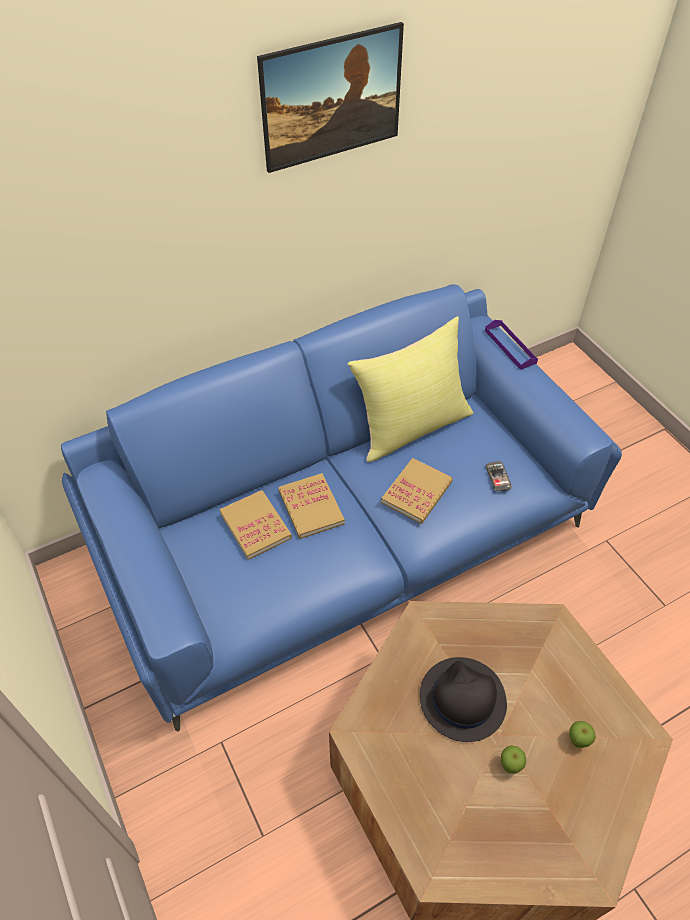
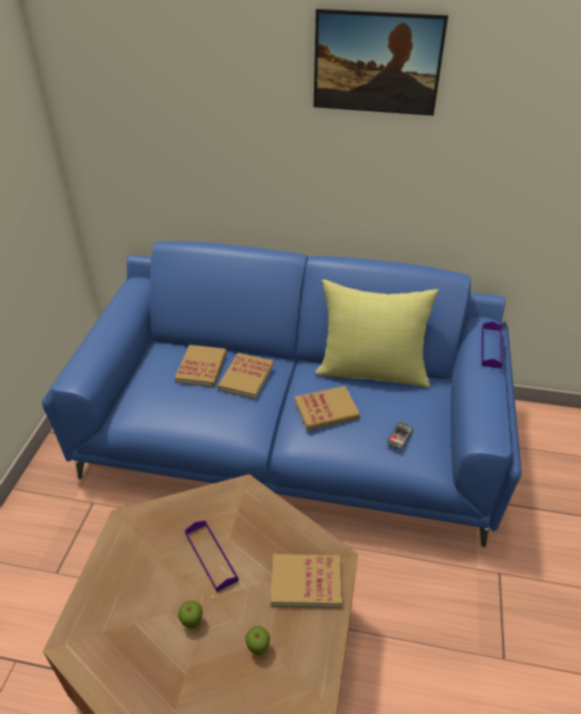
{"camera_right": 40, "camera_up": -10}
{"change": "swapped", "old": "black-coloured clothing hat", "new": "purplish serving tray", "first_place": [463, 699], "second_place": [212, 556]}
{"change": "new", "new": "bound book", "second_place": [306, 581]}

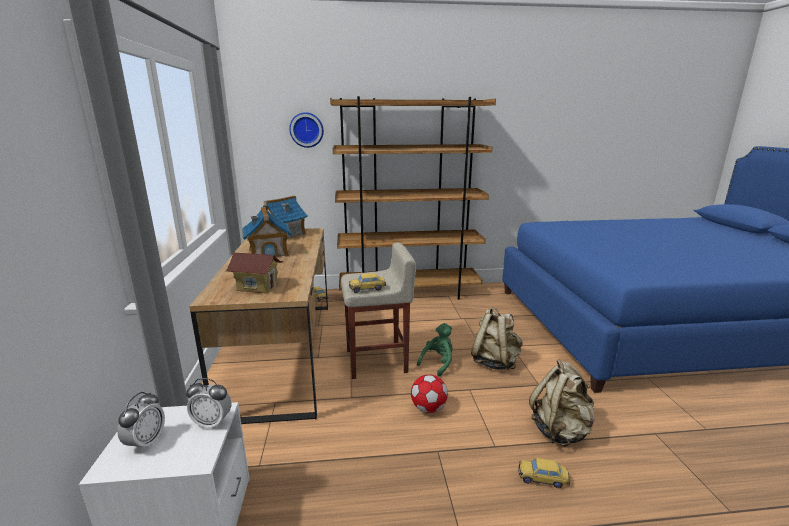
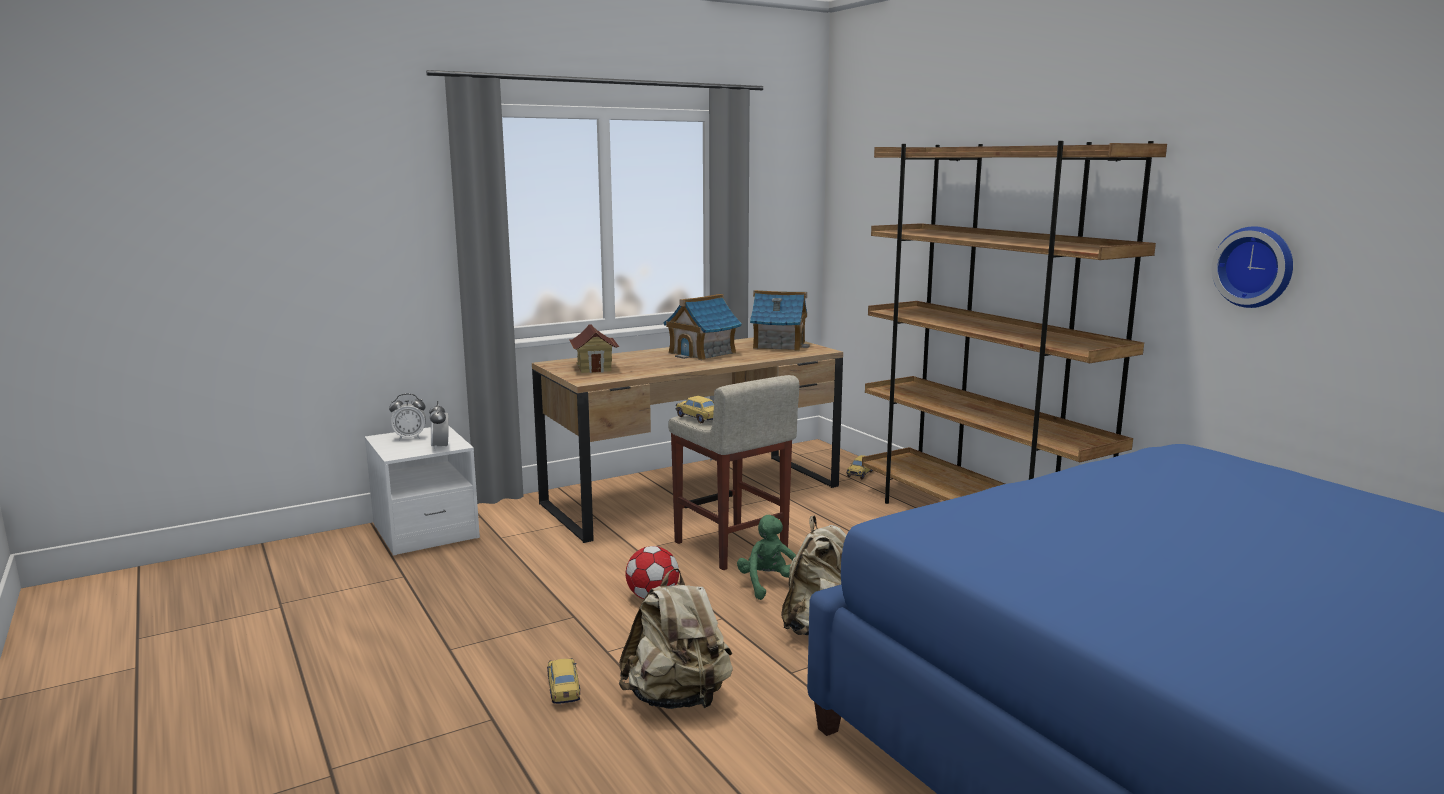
{"camera_right": 65, "camera_up": -5}
{"change": "rotated", "old": "green plush toy", "first_place": [435, 349], "second_place": [766, 557], "degrees": -120}
{"change": "shifted", "old": "hanging clock", "first_place": [306, 130], "second_place": [1252, 267]}

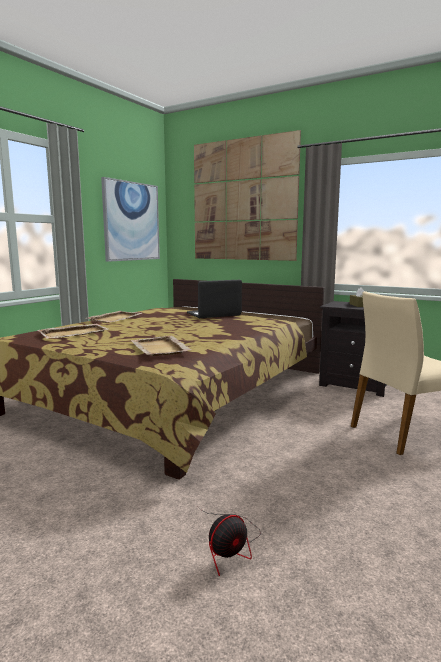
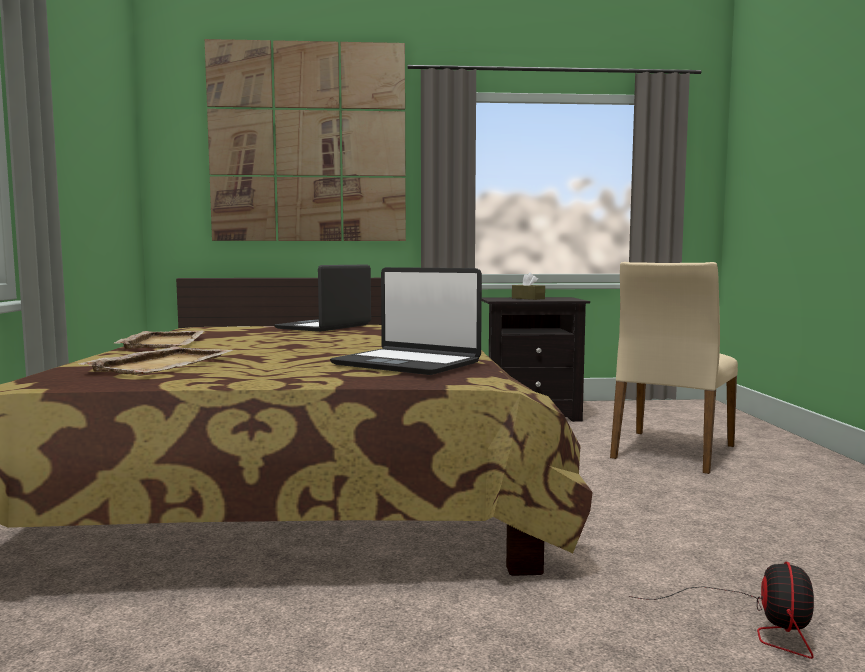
{"camera_right": -35, "camera_up": -5}
{"change": "swapped", "old": "beige-coloured serving tray", "new": "portable computer", "first_place": [161, 345], "second_place": [406, 321]}
{"change": "gone", "old": "picture", "first_place": [130, 219]}

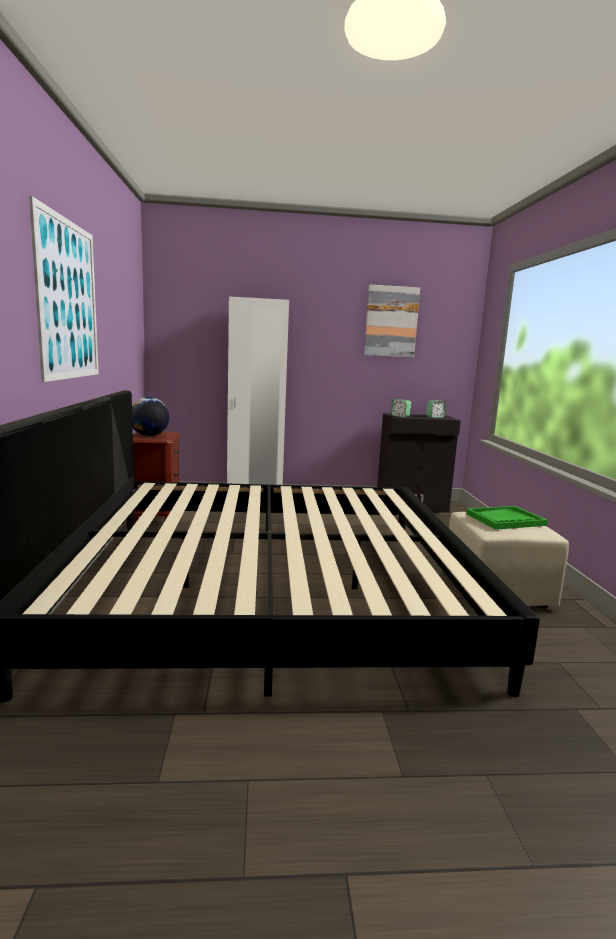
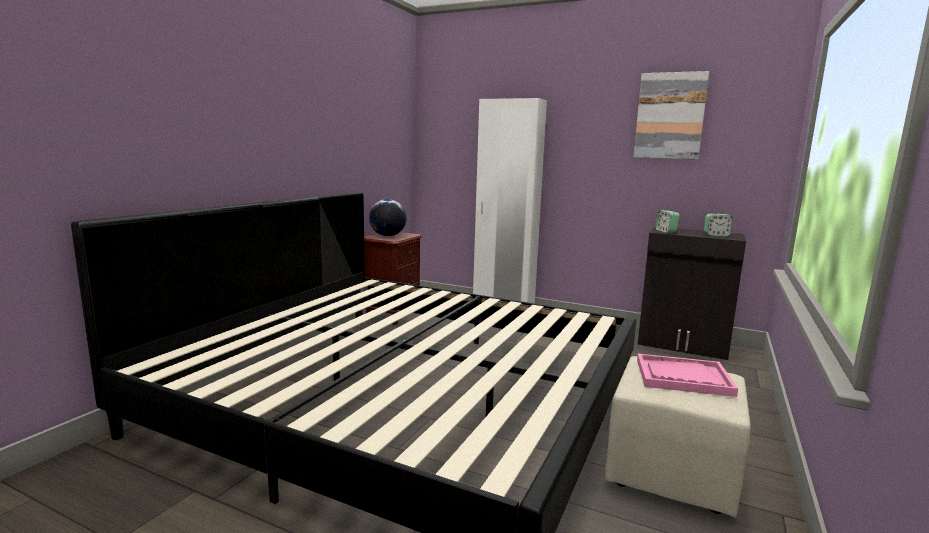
{"camera_right": 30, "camera_up": 0}
{"change": "repainted", "old": "green serving tray", "new": "pink-coloured serving tray", "first_place": [507, 518], "second_place": [687, 375]}
{"change": "gone", "old": "picture", "first_place": [64, 289]}

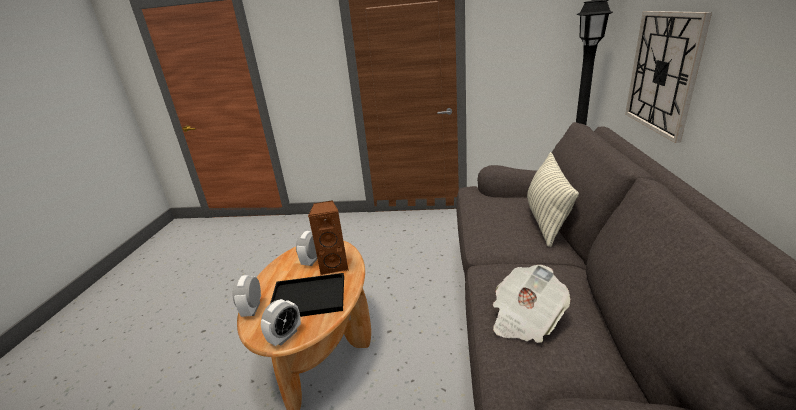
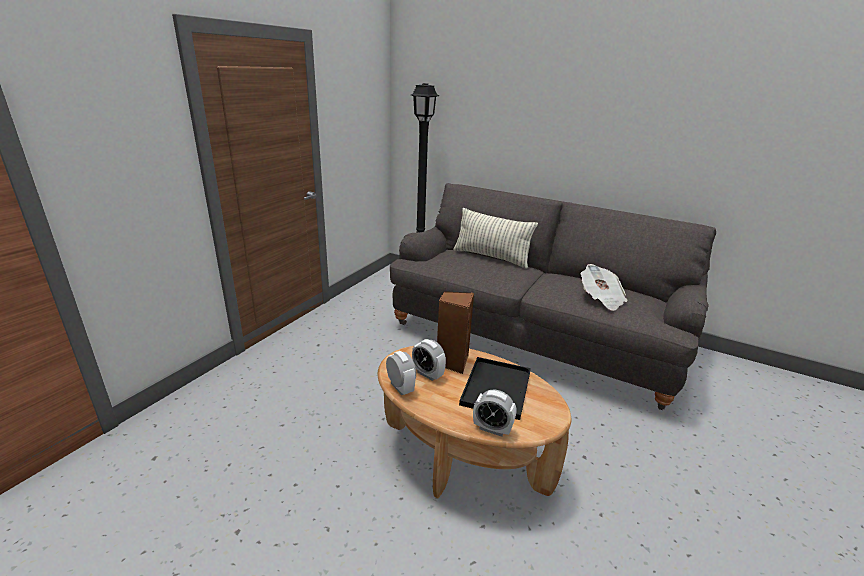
{"camera_right": -70, "camera_up": 0}
{"change": "shifted", "old": "alarm clock", "first_place": [281, 322], "second_place": [401, 373]}
{"change": "gone", "old": "hanging clock", "first_place": [668, 77]}

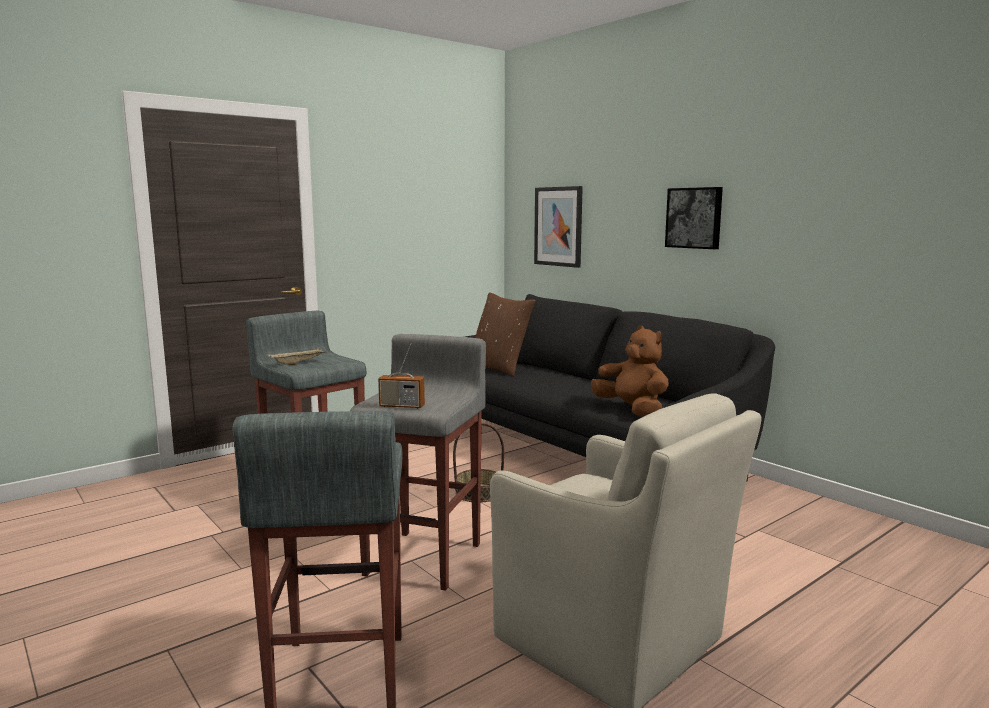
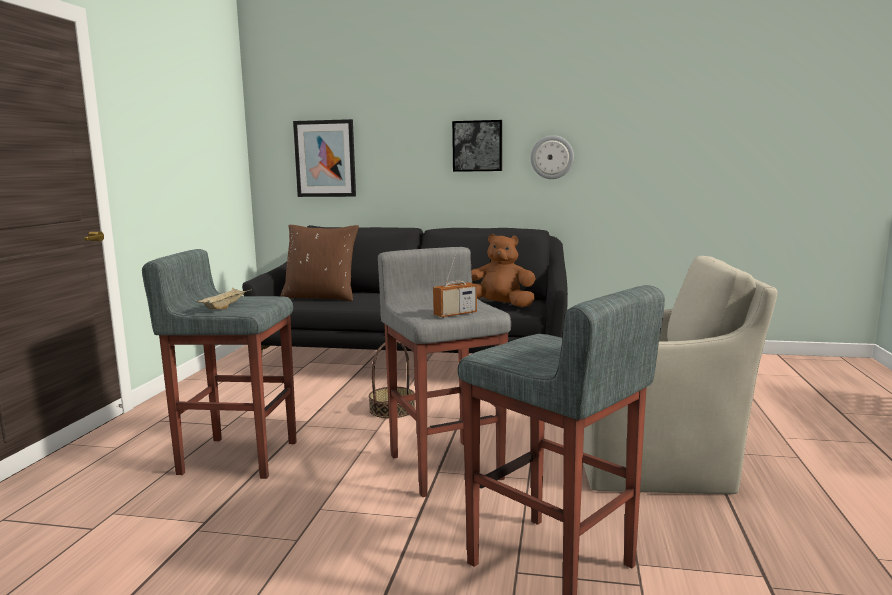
{"camera_right": -40, "camera_up": 0}
{"change": "new", "new": "hanging clock", "second_place": [552, 157]}

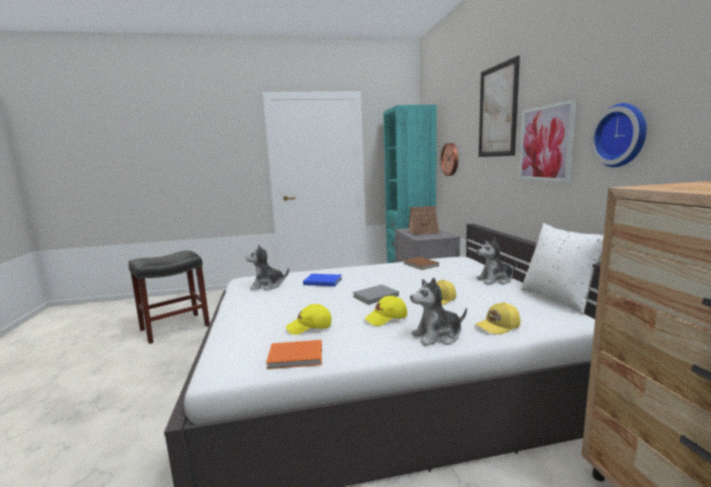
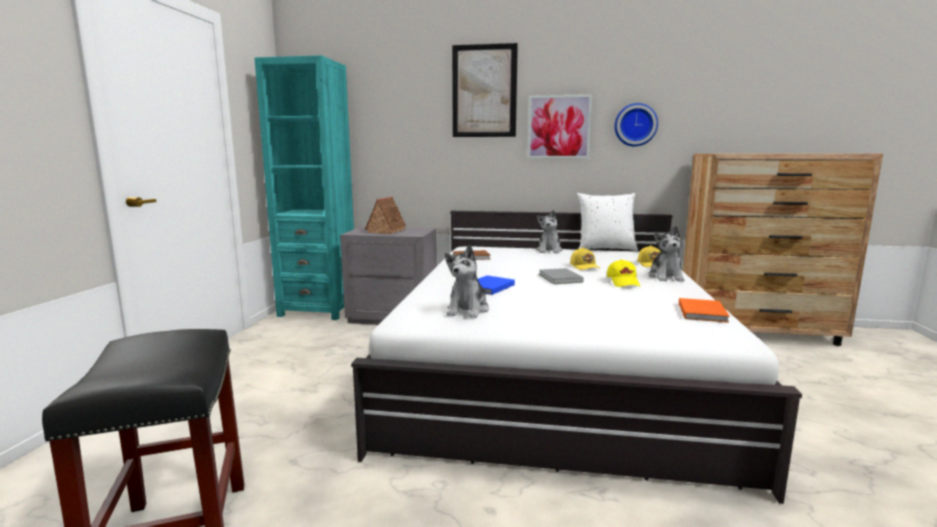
{"camera_right": -70, "camera_up": 0}
{"change": "gone", "old": "yellow-coloured baseball cap", "first_place": [308, 319]}
{"change": "gone", "old": "hanging clock", "first_place": [449, 159]}

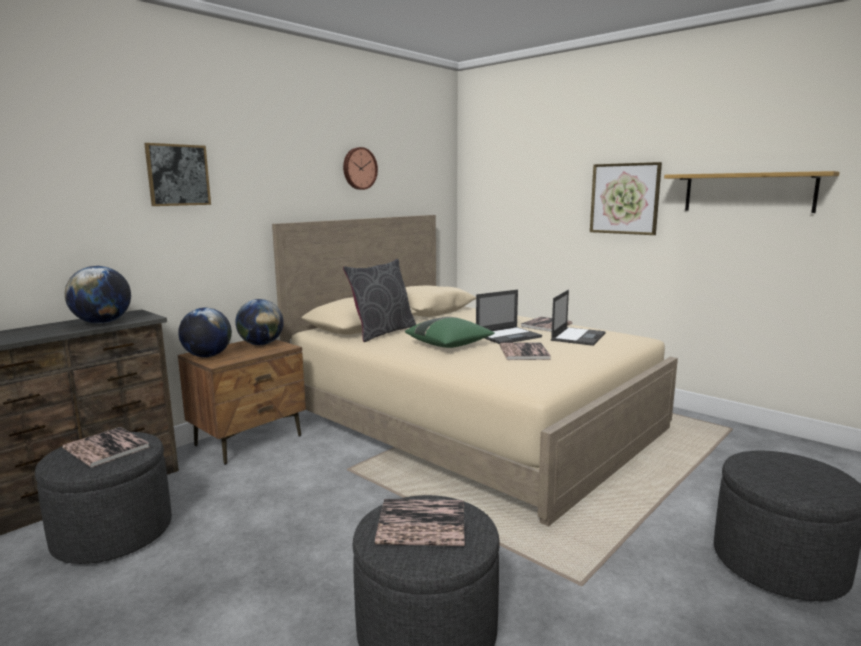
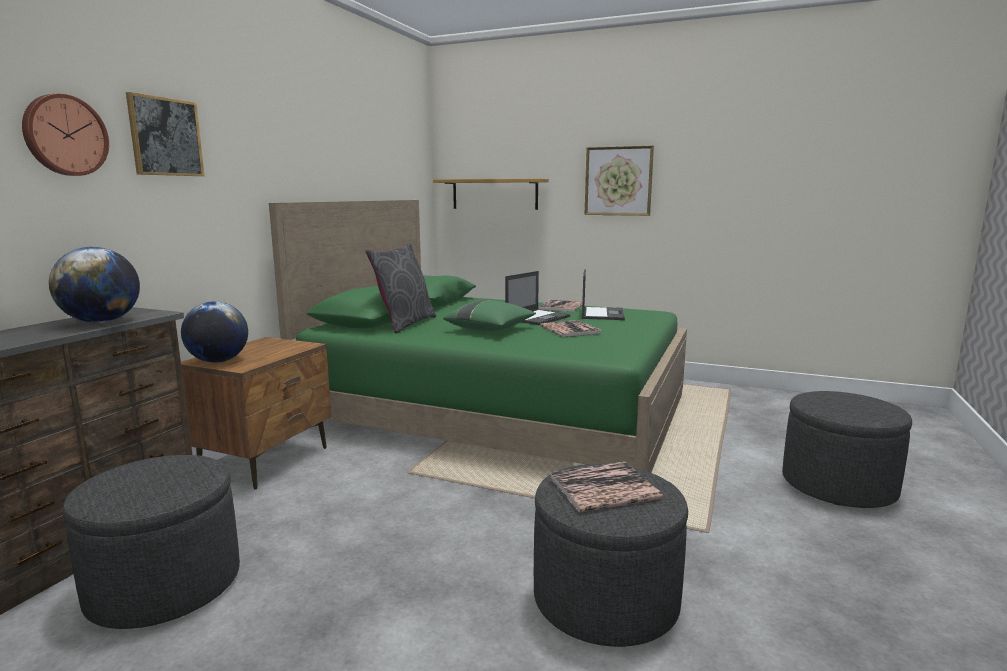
{"camera_right": -20, "camera_up": 0}
{"change": "shifted", "old": "hanging clock", "first_place": [360, 168], "second_place": [65, 135]}
{"change": "repainted", "old": "beige-coloured bed", "new": "green bed", "first_place": [475, 370], "second_place": [478, 336]}
{"change": "shifted", "old": "bracket shelf", "first_place": [751, 192], "second_place": [491, 194]}
{"change": "gone", "old": "bound book", "first_place": [106, 447]}
{"change": "gone", "old": "globe", "first_place": [259, 322]}

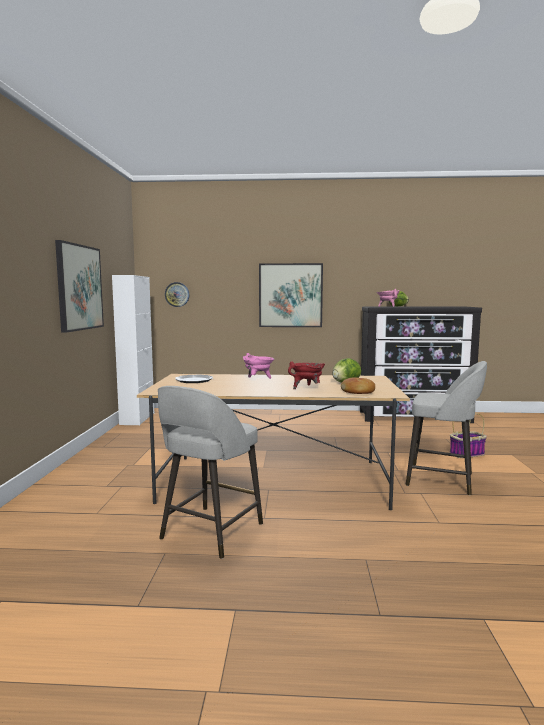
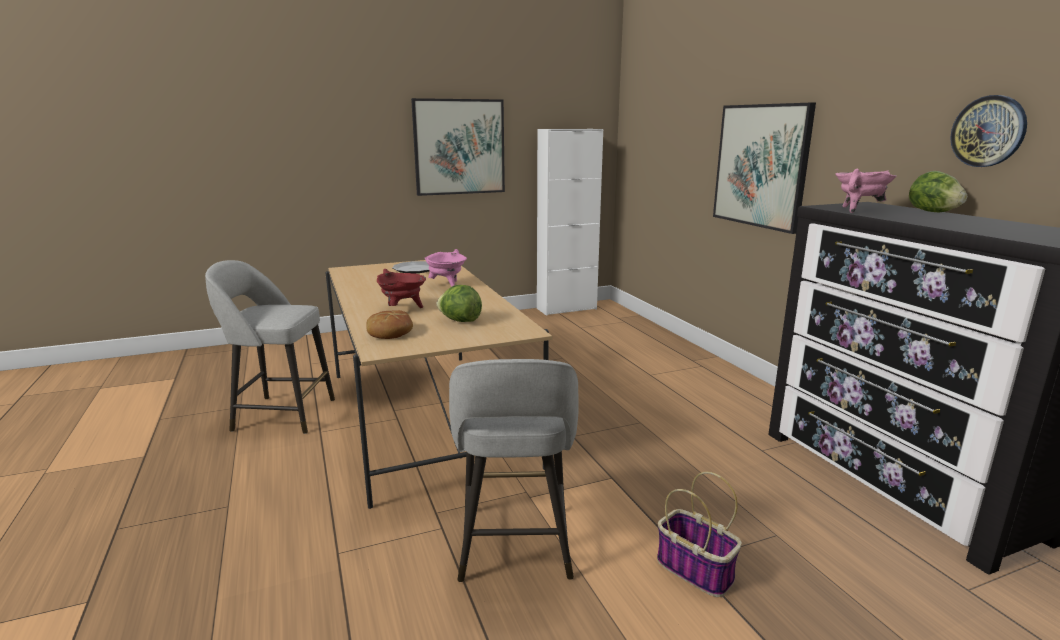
{"camera_right": 65, "camera_up": 10}
{"change": "shifted", "old": "hanging clock", "first_place": [177, 294], "second_place": [988, 131]}

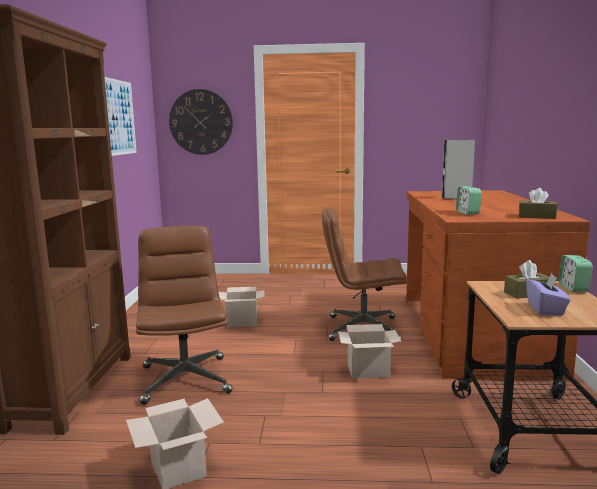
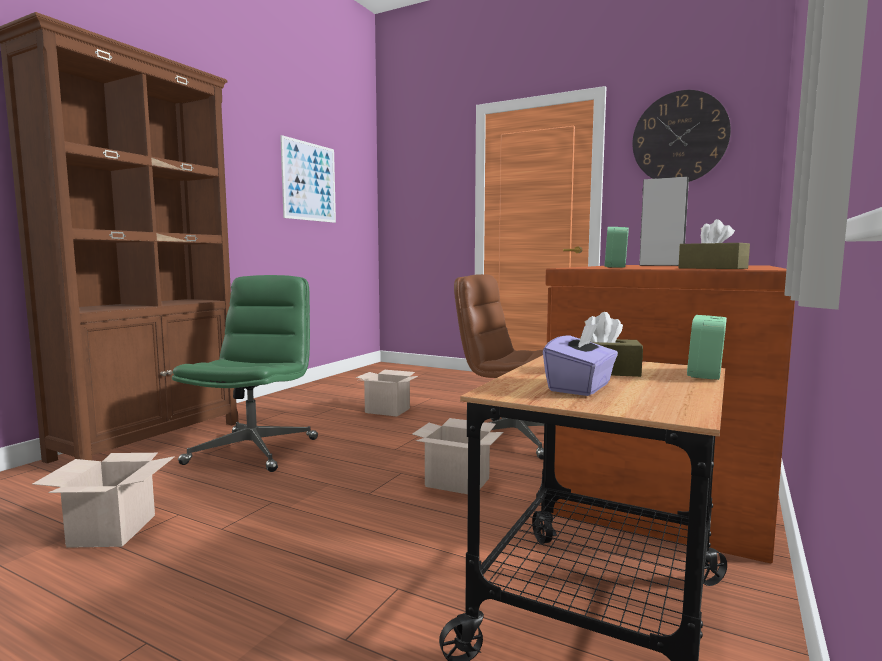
{"camera_right": 25, "camera_up": -5}
{"change": "repainted", "old": "brown-coloured computer chair", "new": "green computer chair", "first_place": [184, 315], "second_place": [245, 373]}
{"change": "shifted", "old": "hanging clock", "first_place": [201, 122], "second_place": [681, 136]}

